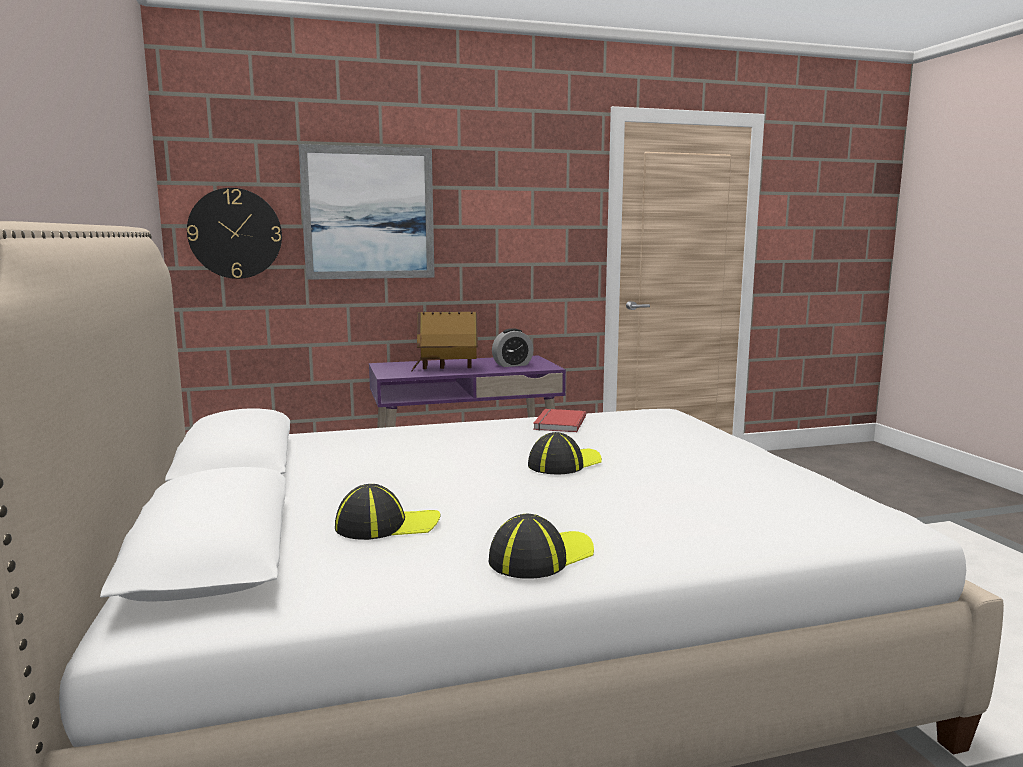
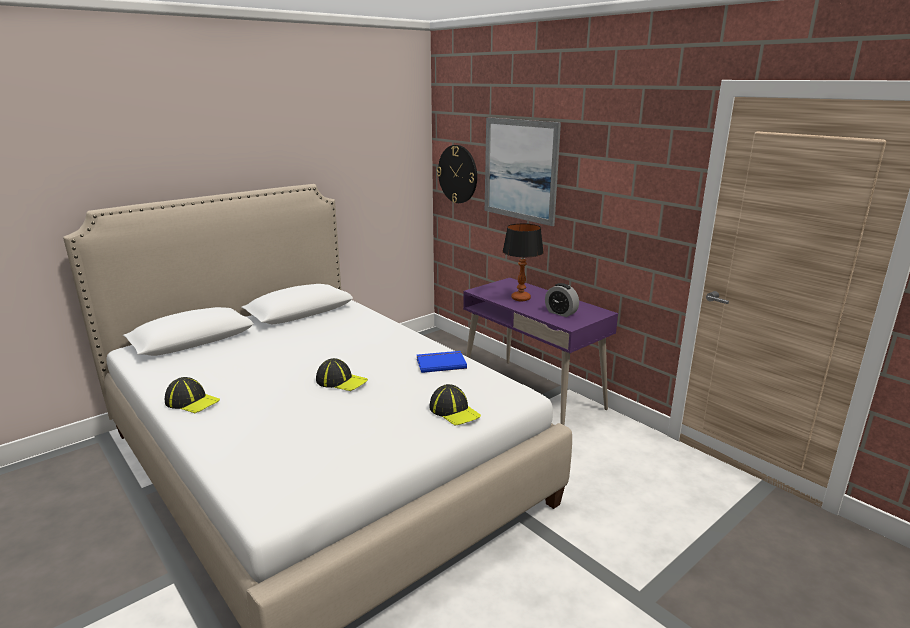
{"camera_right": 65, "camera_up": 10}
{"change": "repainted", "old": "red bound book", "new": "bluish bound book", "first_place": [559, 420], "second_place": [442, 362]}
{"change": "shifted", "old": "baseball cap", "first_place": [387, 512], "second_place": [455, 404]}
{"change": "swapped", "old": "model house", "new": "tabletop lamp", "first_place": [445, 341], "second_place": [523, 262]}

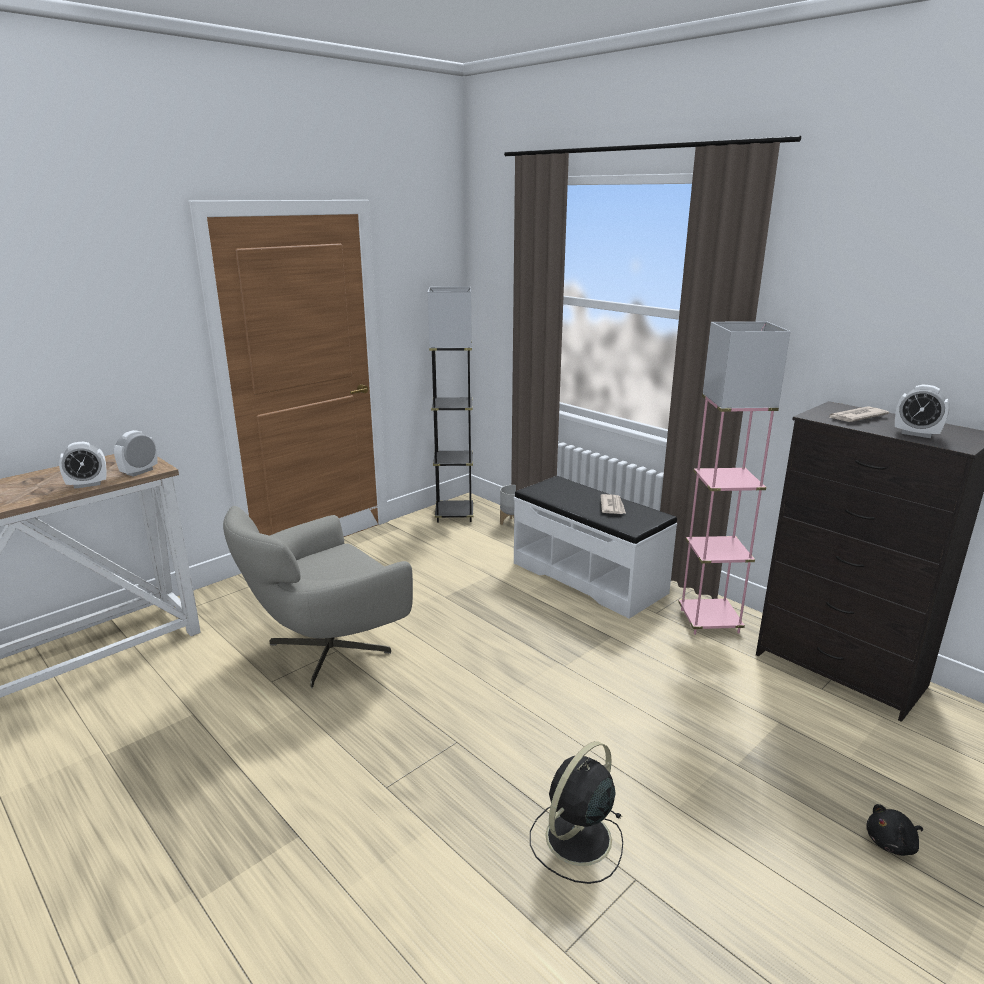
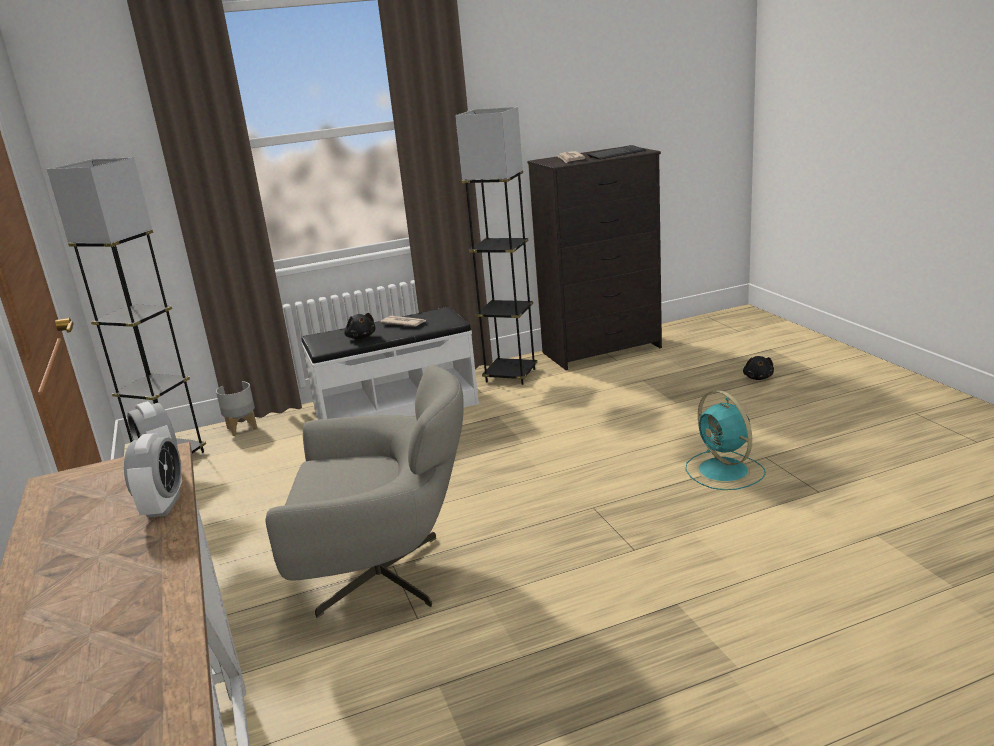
{"camera_right": -65, "camera_up": 0}
{"change": "rotated", "old": "grey lounge chair", "first_place": [318, 597], "second_place": [364, 491], "degrees": -75}
{"change": "new", "new": "black-coloured plush toy", "second_place": [359, 326]}
{"change": "repainted", "old": "pink-coloured standing lamp", "new": "grey standing lamp", "first_place": [735, 478], "second_place": [496, 246]}
{"change": "swapped", "old": "alarm clock", "new": "PC keyboard", "first_place": [922, 411], "second_place": [616, 152]}
{"change": "repainted", "old": "black-coloured electric fan", "new": "turquoise-coloured electric fan", "first_place": [576, 812], "second_place": [726, 440]}

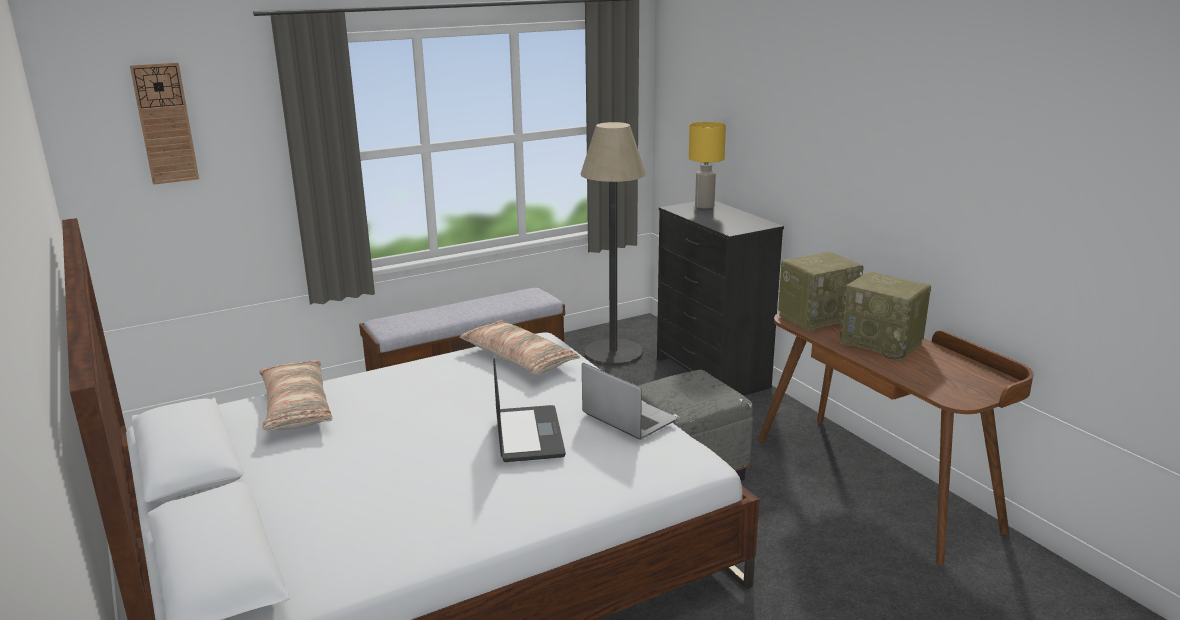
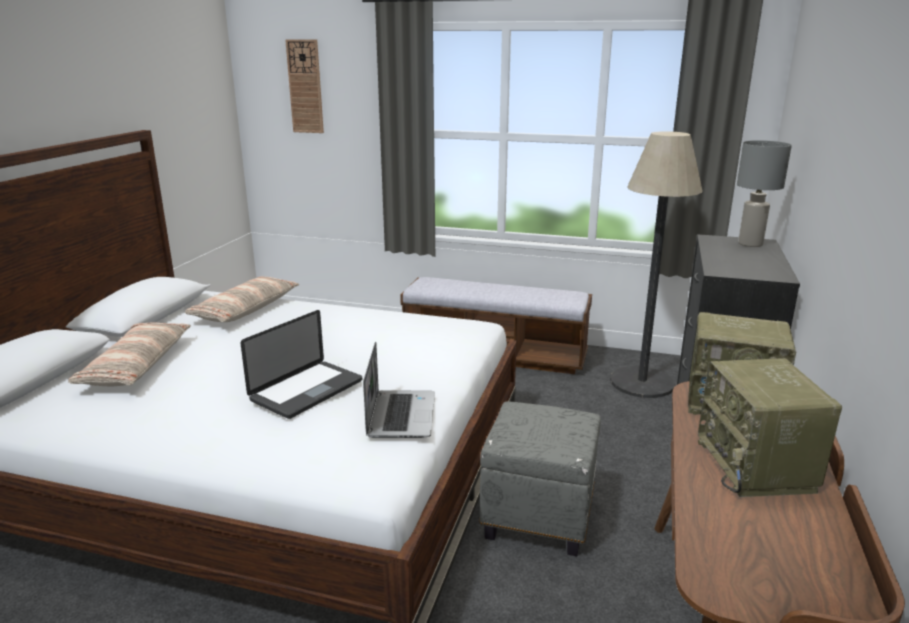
{"camera_right": 45, "camera_up": 0}
{"change": "shifted", "old": "pillow", "first_place": [520, 347], "second_place": [129, 354]}
{"change": "repainted", "old": "yellow-coloured tabletop lamp", "new": "grey tabletop lamp", "first_place": [707, 165], "second_place": [764, 193]}

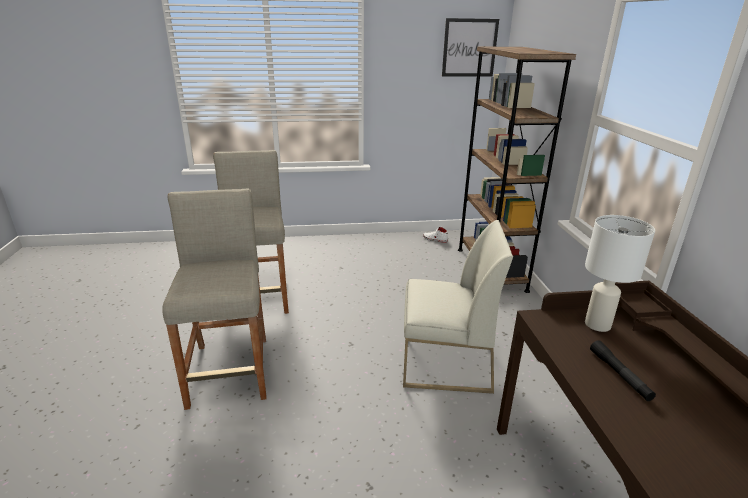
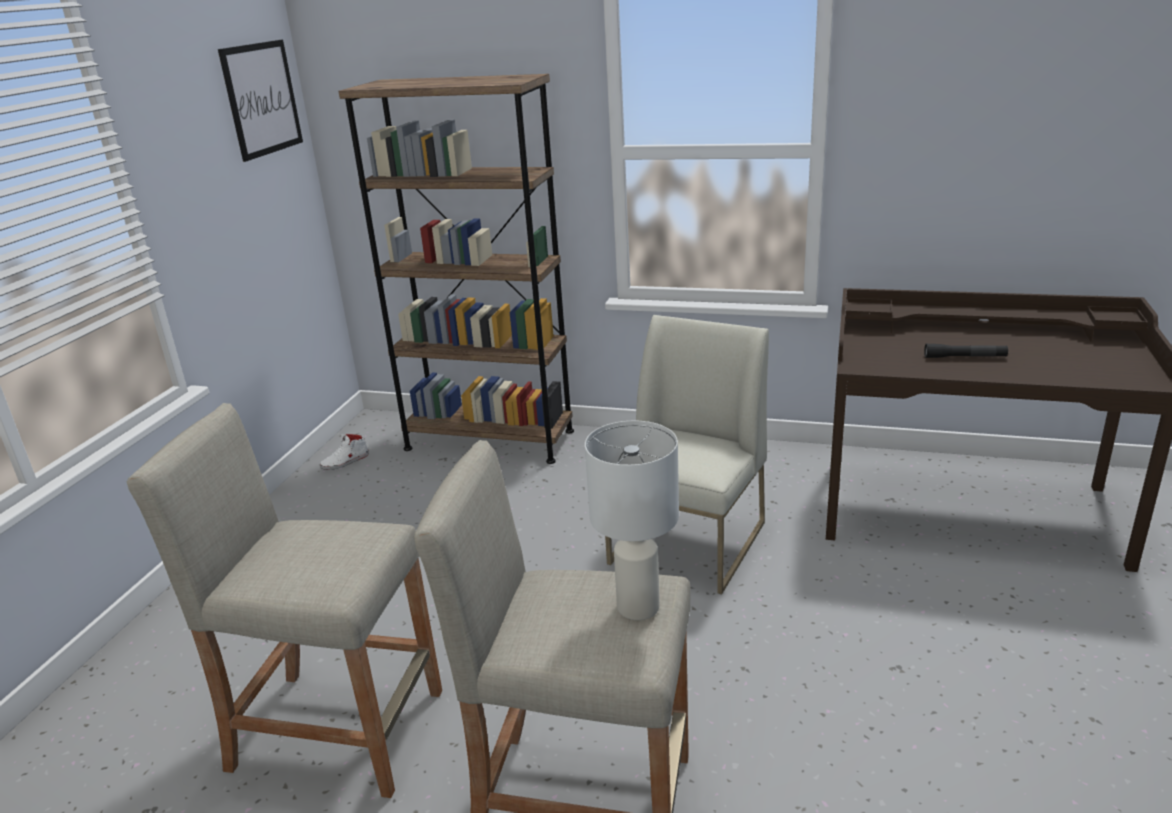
{"camera_right": -65, "camera_up": 0}
{"change": "shifted", "old": "whitish tabletop lamp", "first_place": [620, 273], "second_place": [632, 520]}

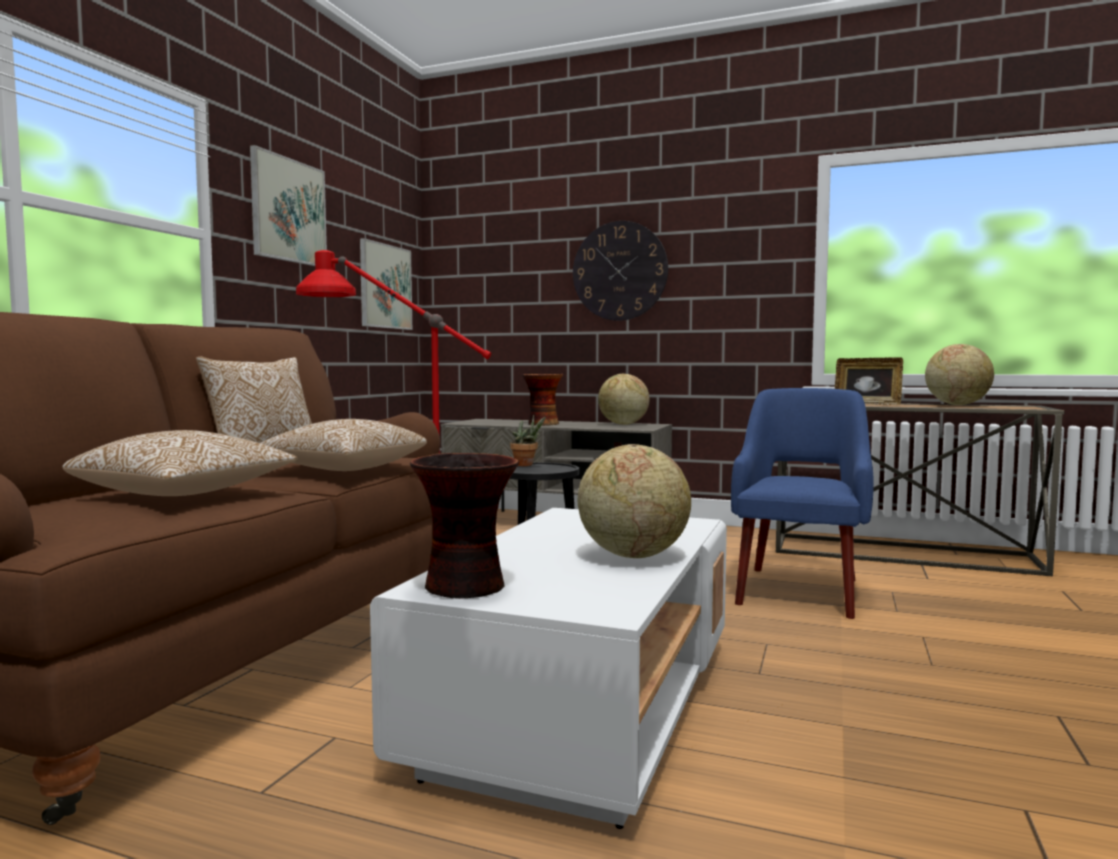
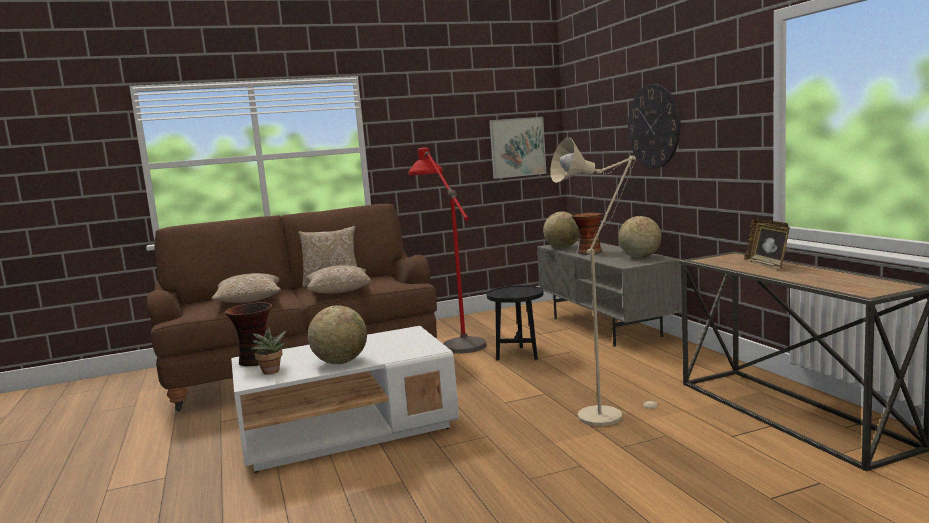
{"camera_right": 50, "camera_up": 5}
{"change": "shifted", "old": "potted plant", "first_place": [528, 440], "second_place": [269, 350]}
{"change": "shifted", "old": "globe", "first_place": [959, 374], "second_place": [561, 230]}
{"change": "swapped", "old": "bluish lounge chair", "new": "beige-coloured standing lamp", "first_place": [802, 503], "second_place": [604, 281]}
{"change": "gone", "old": "picture", "first_place": [288, 205]}

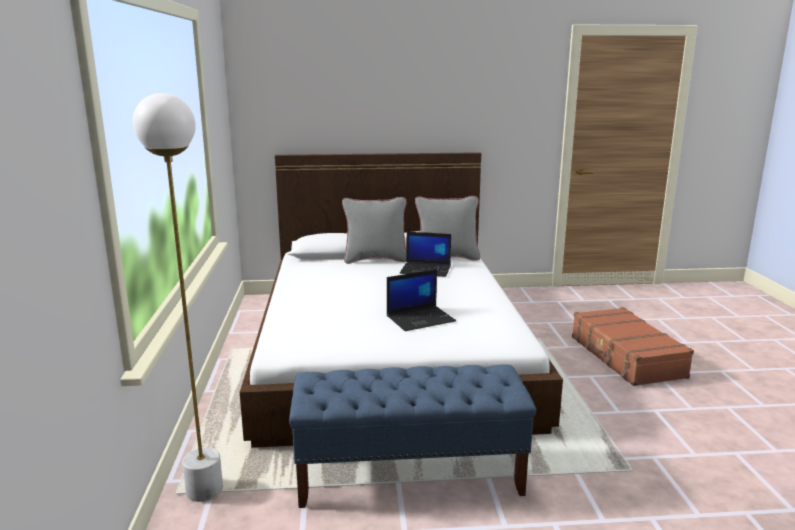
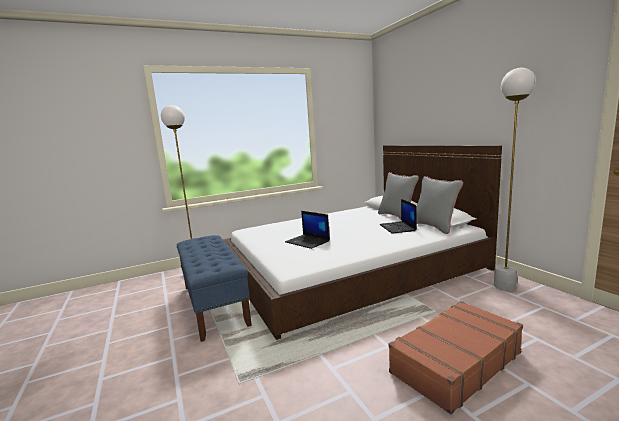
{"camera_right": 70, "camera_up": -5}
{"change": "new", "new": "whitish standing lamp", "second_place": [515, 179]}

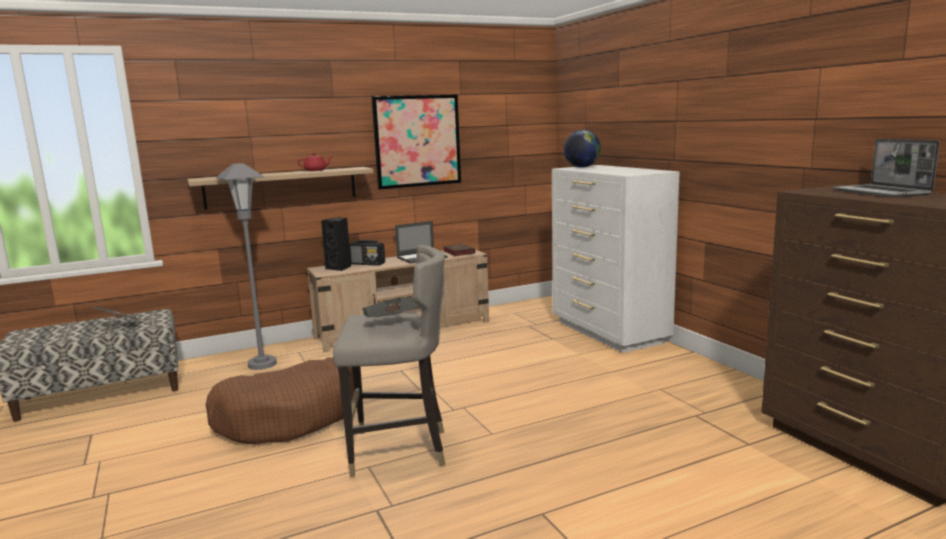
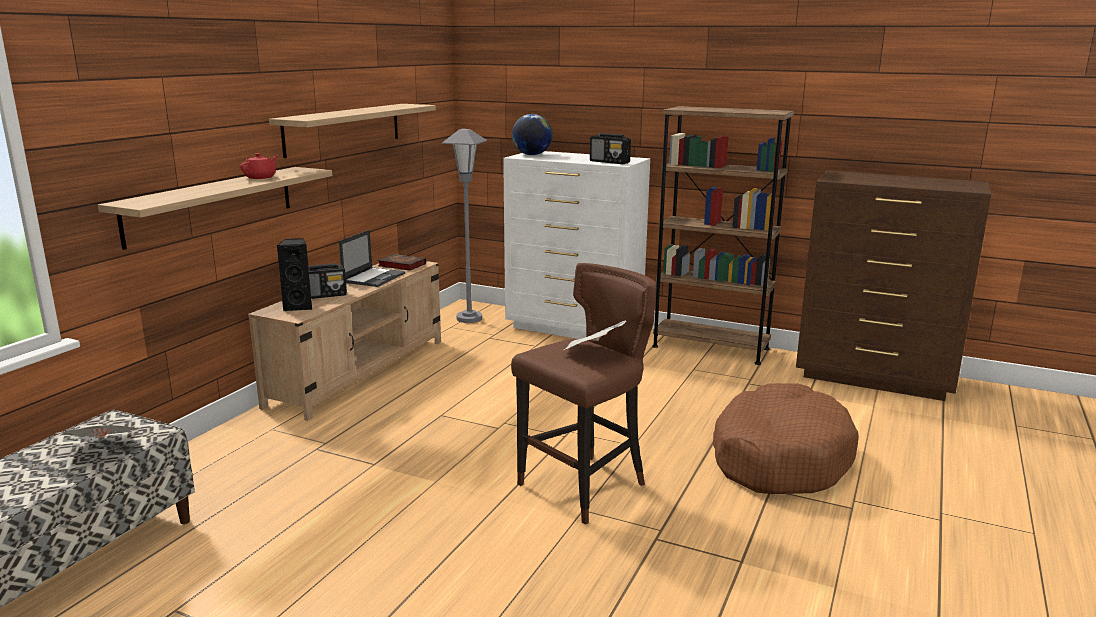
{"camera_right": -40, "camera_up": 5}
{"change": "swapped", "old": "picture", "new": "bracket shelf", "first_place": [416, 142], "second_place": [352, 131]}
{"change": "shifted", "old": "grey standing lamp", "first_place": [246, 266], "second_place": [464, 226]}
{"change": "repainted", "old": "grey sitting stool", "new": "brown-coloured sitting stool", "first_place": [389, 361], "second_place": [583, 394]}
{"change": "new", "new": "radio receiver", "second_place": [610, 148]}
{"change": "new", "new": "brown-coloured bookshelf", "second_place": [723, 235]}
{"change": "shifted", "old": "brown-coloured dog cushion", "first_place": [280, 400], "second_place": [786, 438]}
{"change": "gone", "old": "portable computer", "first_place": [886, 168]}

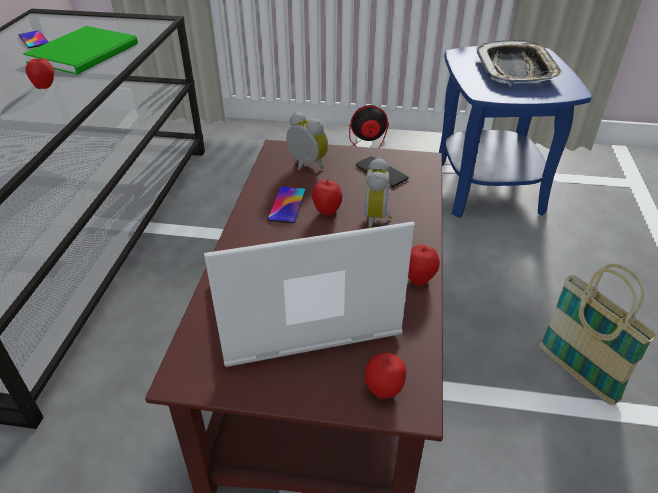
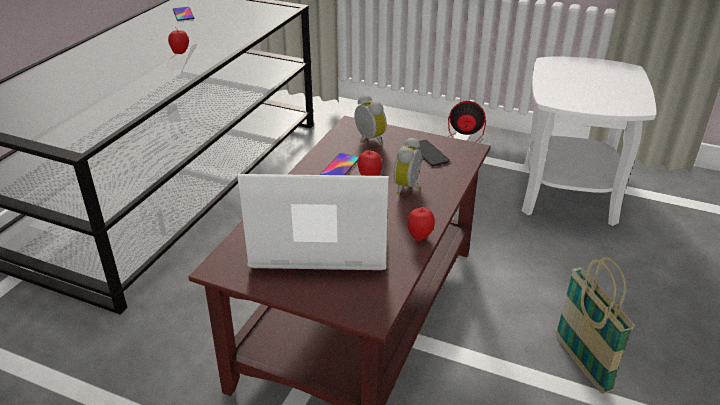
{"camera_right": 15, "camera_up": -5}
{"change": "repainted", "old": "bluish accent table", "new": "whitish accent table", "first_place": [515, 132], "second_place": [589, 141]}
{"change": "gone", "old": "green bound book", "first_place": [80, 50]}
{"change": "gone", "old": "apple fruit", "first_place": [385, 376]}
{"change": "gone", "old": "serving tray", "first_place": [520, 62]}

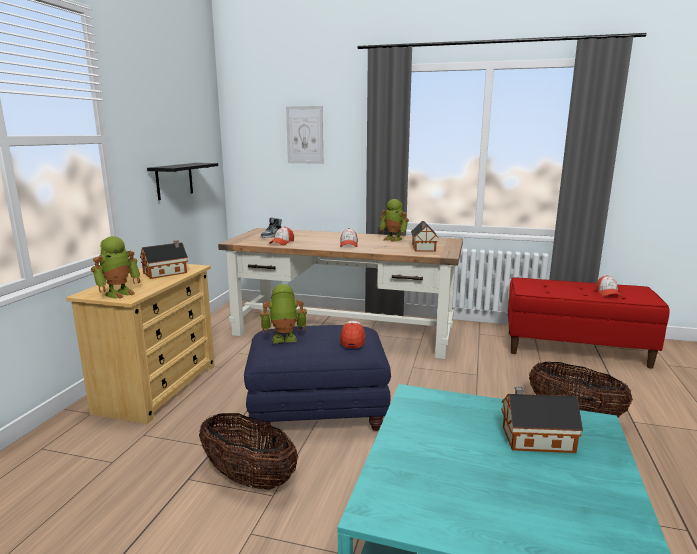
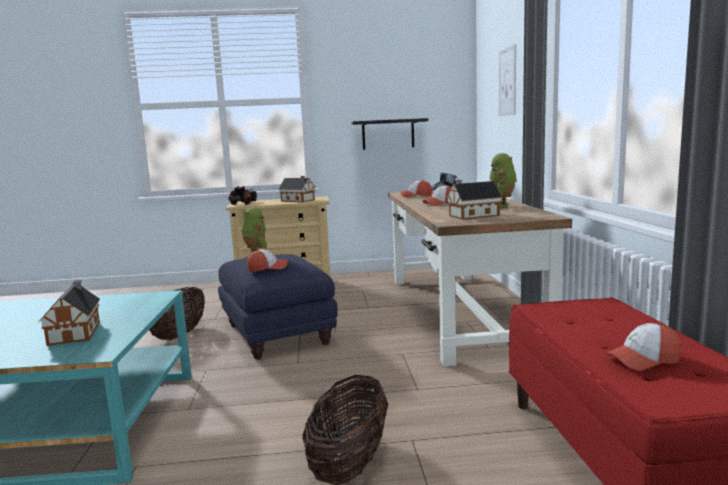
{"camera_right": 70, "camera_up": -5}
{"change": "swapped", "old": "toy robot", "new": "toy truck", "first_place": [115, 267], "second_place": [242, 195]}

